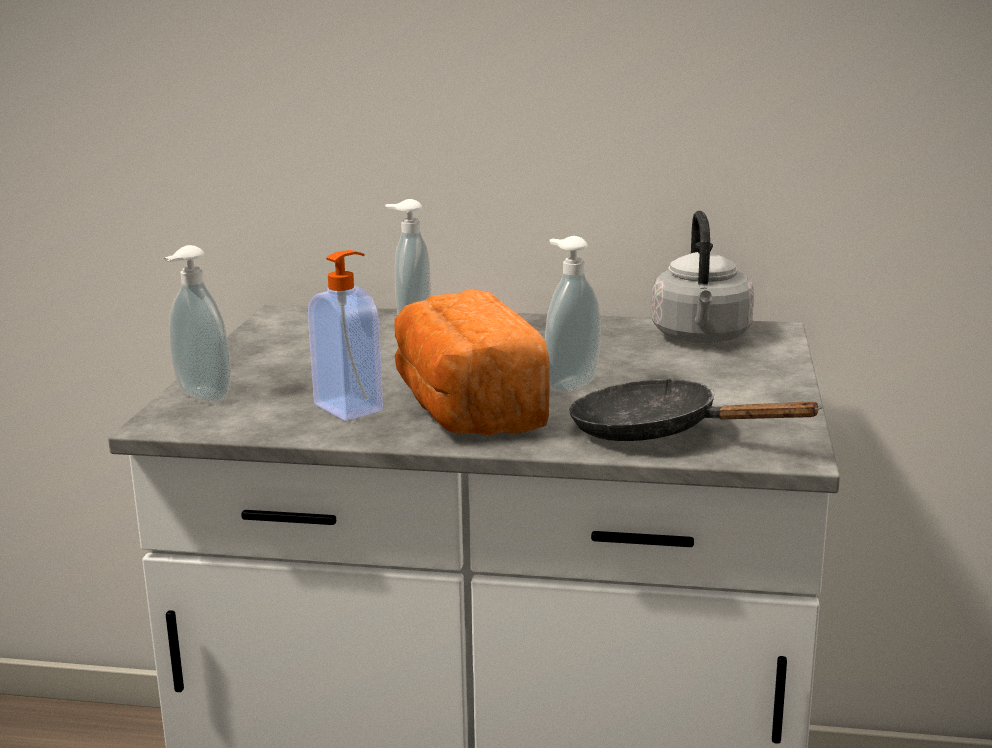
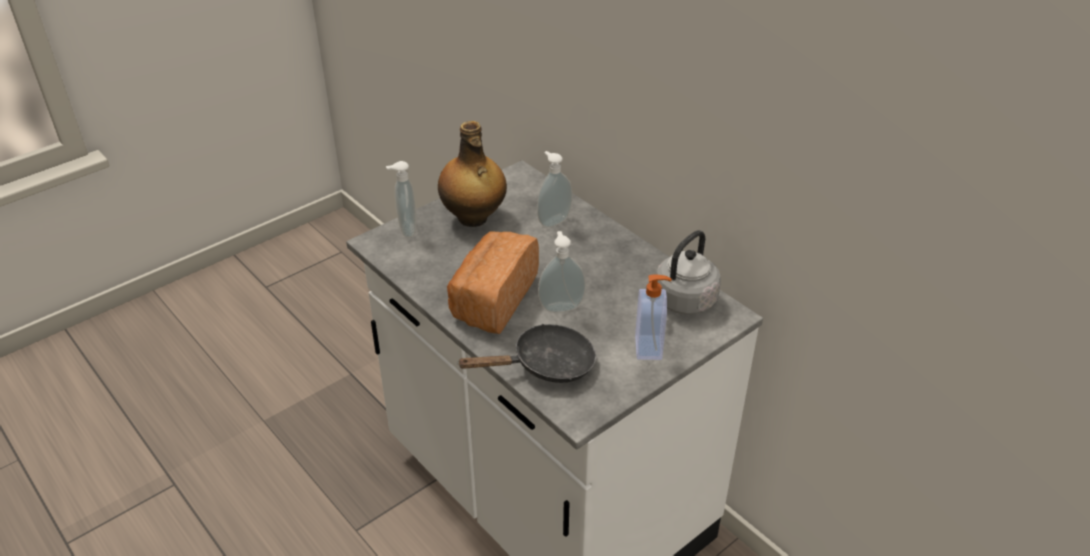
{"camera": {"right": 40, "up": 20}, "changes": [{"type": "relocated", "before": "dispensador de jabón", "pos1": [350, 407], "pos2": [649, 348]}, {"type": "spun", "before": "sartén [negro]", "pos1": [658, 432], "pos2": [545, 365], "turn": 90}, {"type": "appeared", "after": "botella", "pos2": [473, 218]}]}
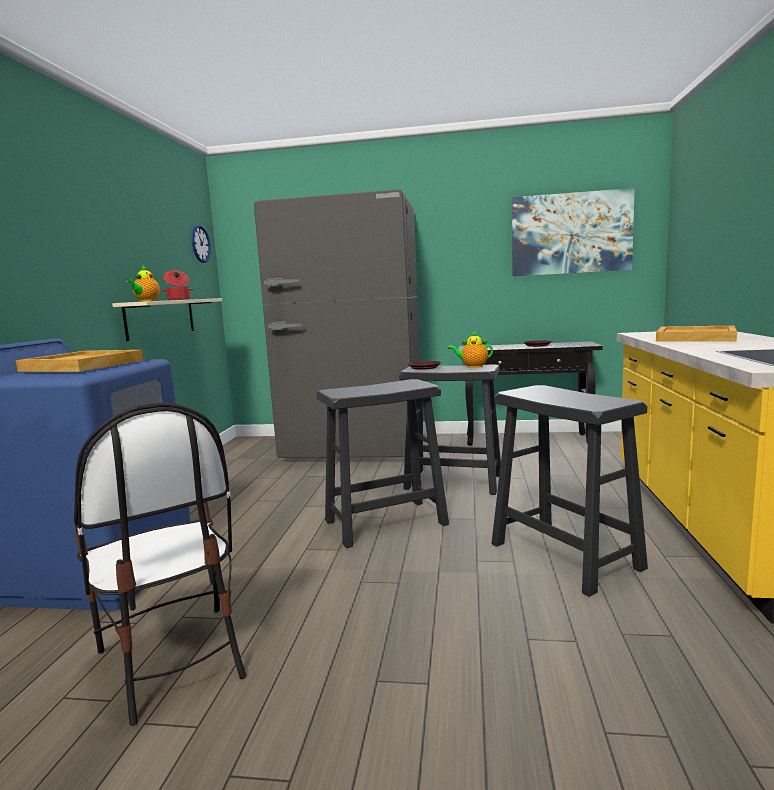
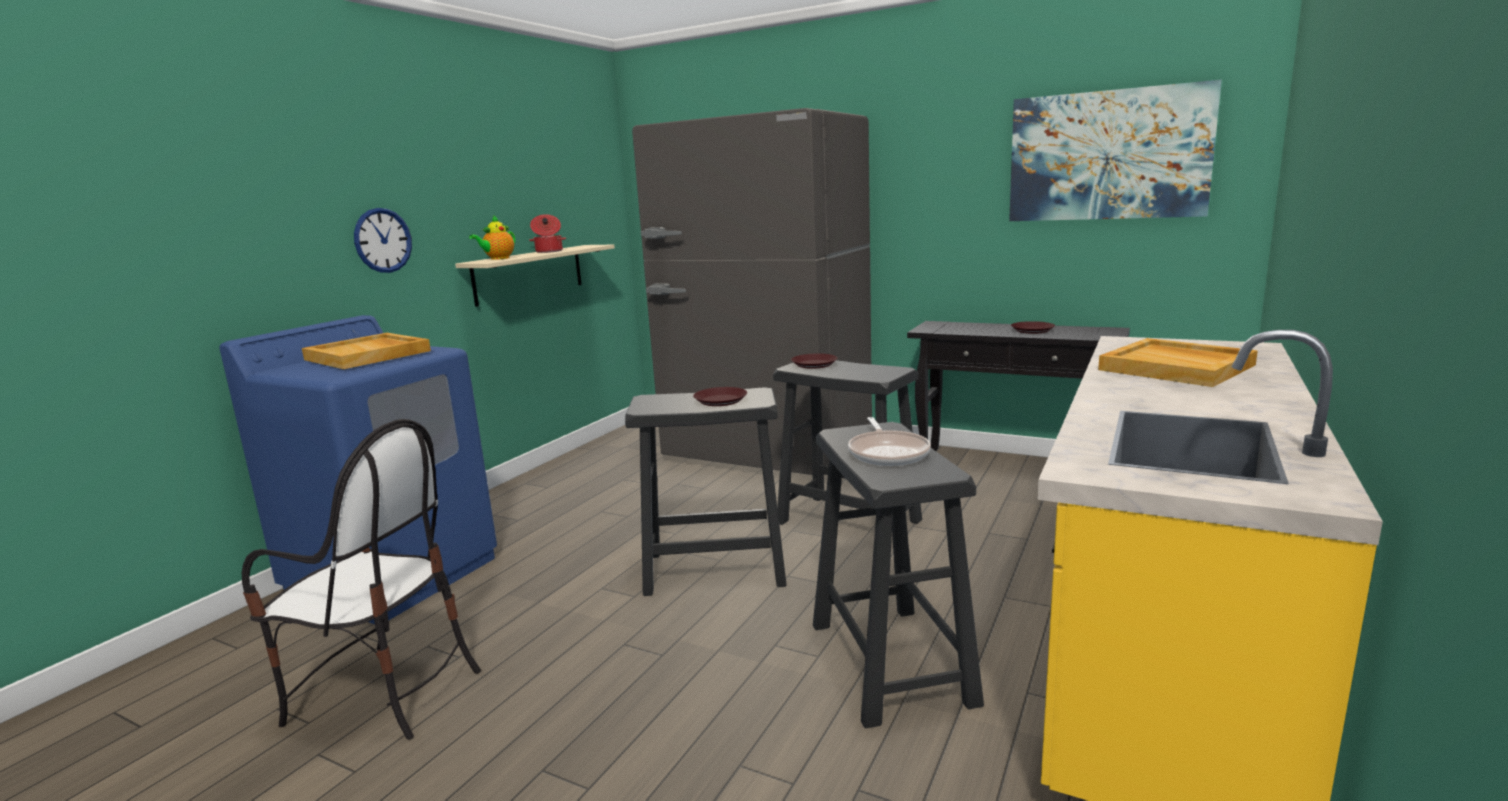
{"camera": {"right": 20, "up": 5}, "changes": [{"type": "relocated", "before": "reloj de pared", "pos1": [200, 244], "pos2": [383, 240]}, {"type": "missing", "before": "tetera", "pos1": [472, 366]}, {"type": "spun", "before": "silla", "pos1": [173, 660], "pos2": [385, 694], "turn": -60}, {"type": "appeared", "after": "plato [marrón]", "pos2": [720, 400]}, {"type": "appeared", "after": "sartén", "pos2": [888, 453]}]}
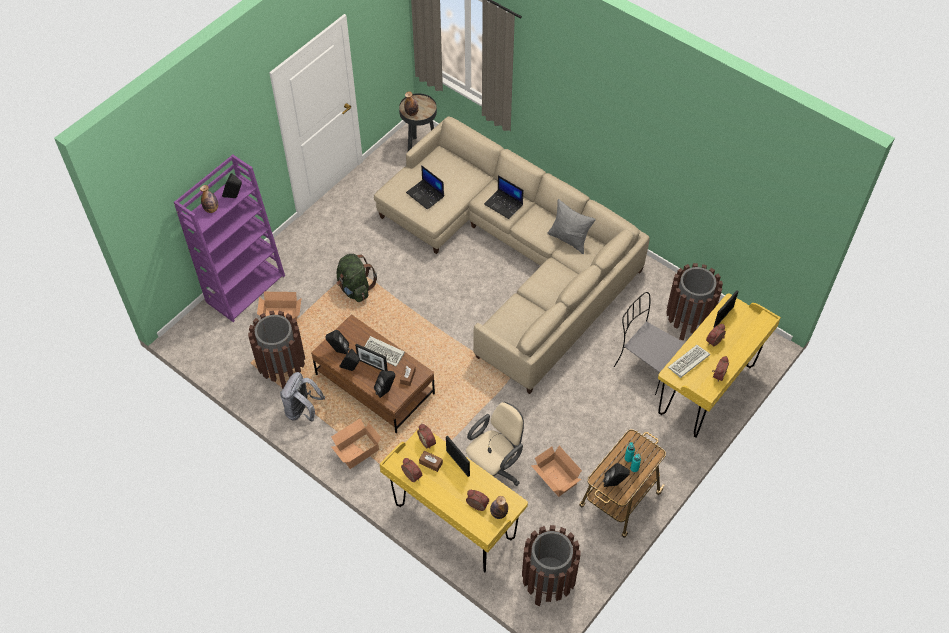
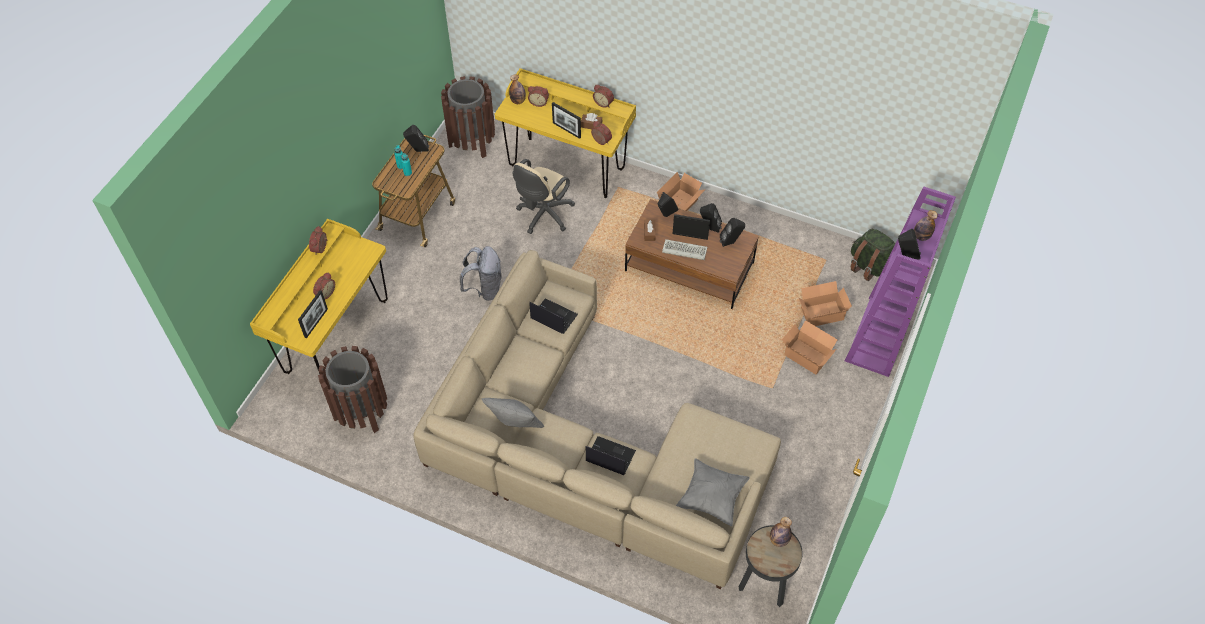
{"camera": {"right": 165, "up": 0}, "changes": [{"type": "relocated", "before": "portátil", "pos1": [425, 195], "pos2": [553, 317]}, {"type": "relocated", "before": "mochila [verde]", "pos1": [355, 288], "pos2": [870, 267]}, {"type": "missing", "before": "silla [gris]", "pos1": [645, 365]}, {"type": "missing", "before": "papelera [marrón]", "pos1": [282, 368]}, {"type": "missing", "before": "teclado", "pos1": [688, 363]}, {"type": "relocated", "before": "mochila [gris]", "pos1": [303, 411], "pos2": [484, 288]}, {"type": "relocated", "before": "caja de cartón", "pos1": [555, 479], "pos2": [806, 355]}, {"type": "appeared", "after": "cojín [gris]", "pos2": [711, 498]}]}
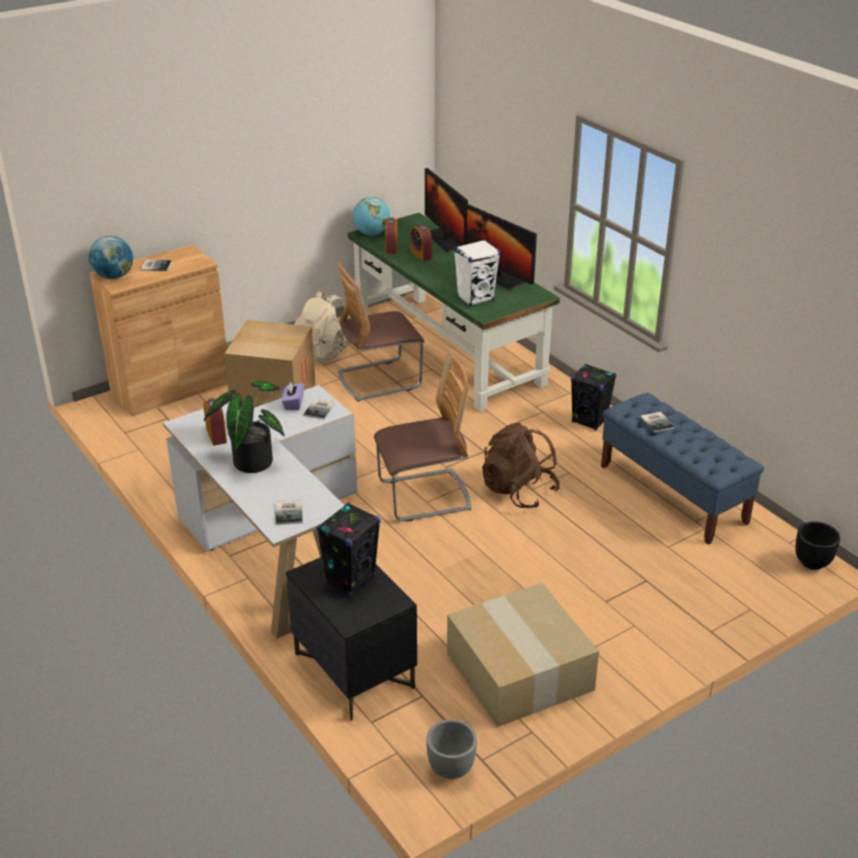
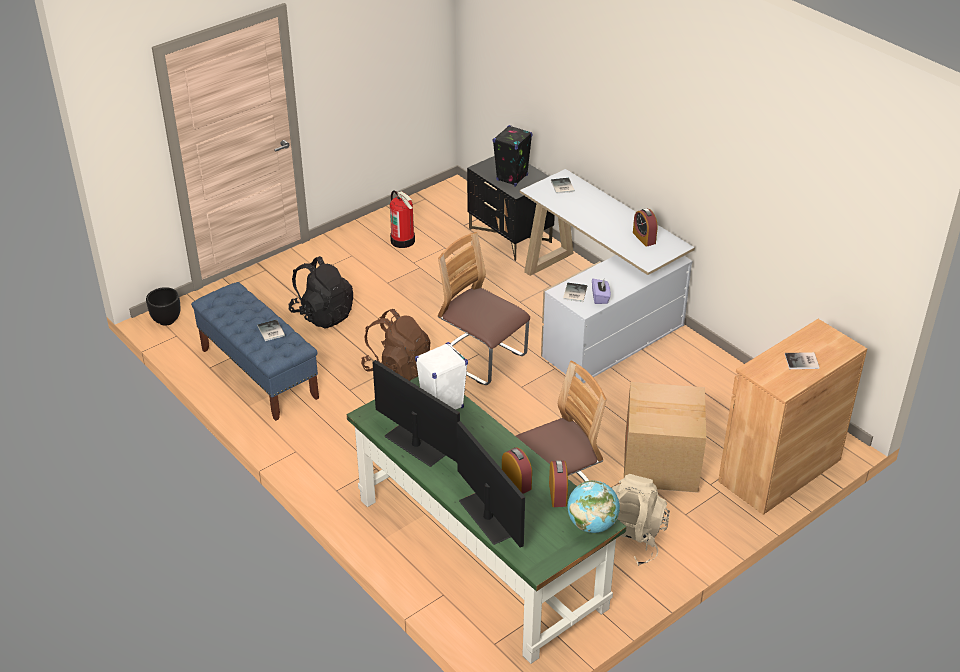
{"camera": {"right": 175, "up": 5}, "changes": [{"type": "missing", "before": "globo terráqueo", "pos1": [114, 276]}, {"type": "spun", "before": "silla", "pos1": [424, 496], "pos2": [481, 359], "turn": 60}, {"type": "missing", "before": "altavoz [negro]", "pos1": [590, 421]}, {"type": "missing", "before": "planta en maceta", "pos1": [250, 460]}, {"type": "exchanged", "before": "caja de cartón", "after": "extintor", "pos1": [517, 670], "pos2": [403, 241]}, {"type": "missing", "before": "maceta [gris]", "pos1": [451, 768]}, {"type": "appeared", "after": "mochila [negro]", "pos2": [323, 314]}]}
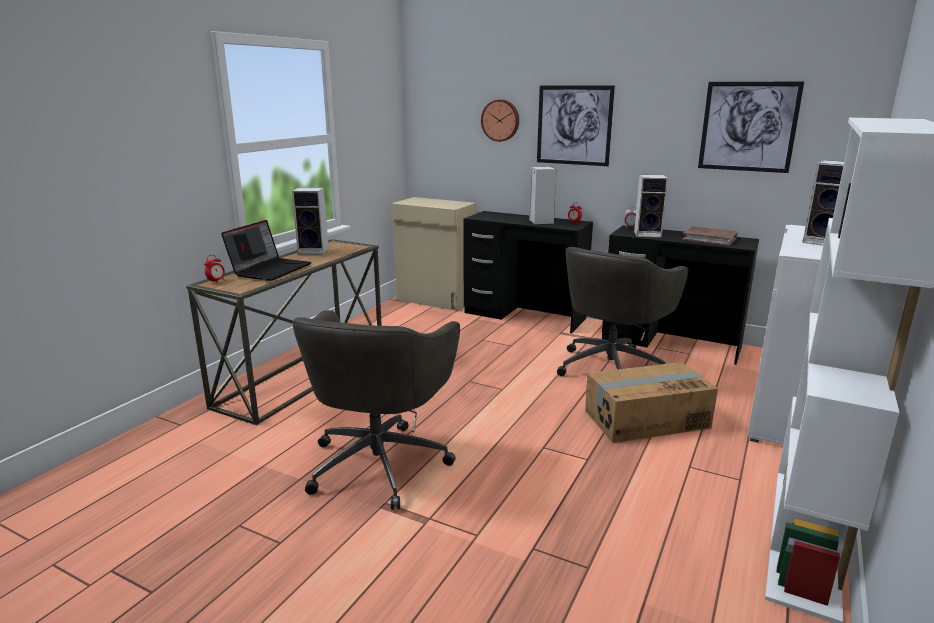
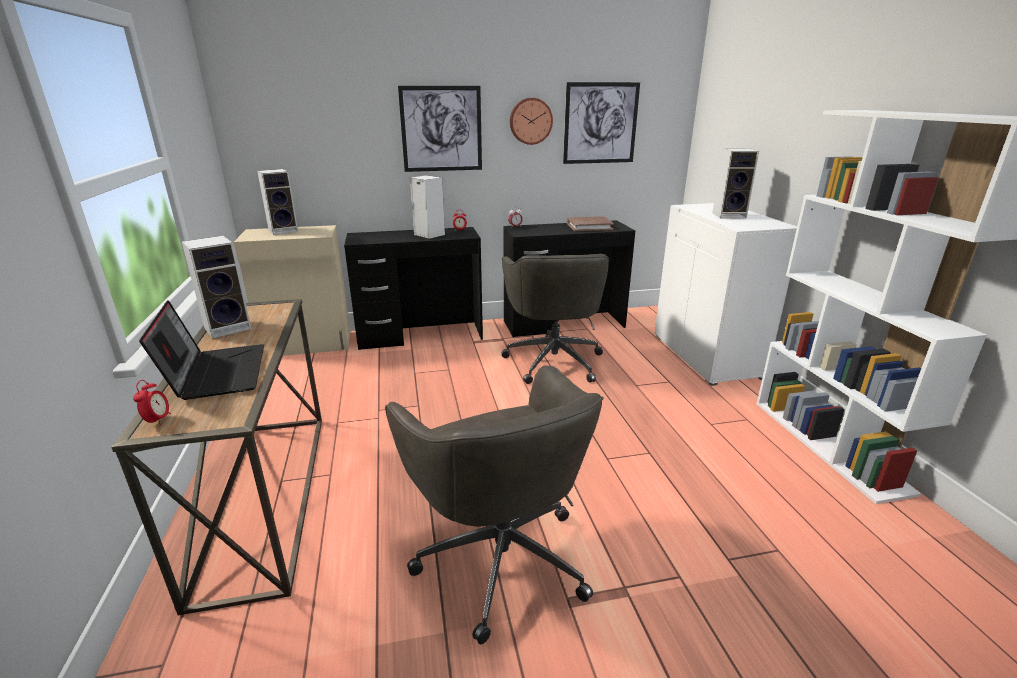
{"camera": {"right": -40, "up": 5}, "changes": [{"type": "relocated", "before": "reloj de pared", "pos1": [500, 120], "pos2": [530, 121]}, {"type": "relocated", "before": "altavoz", "pos1": [648, 234], "pos2": [284, 230]}, {"type": "missing", "before": "caja de cartón", "pos1": [645, 419]}]}
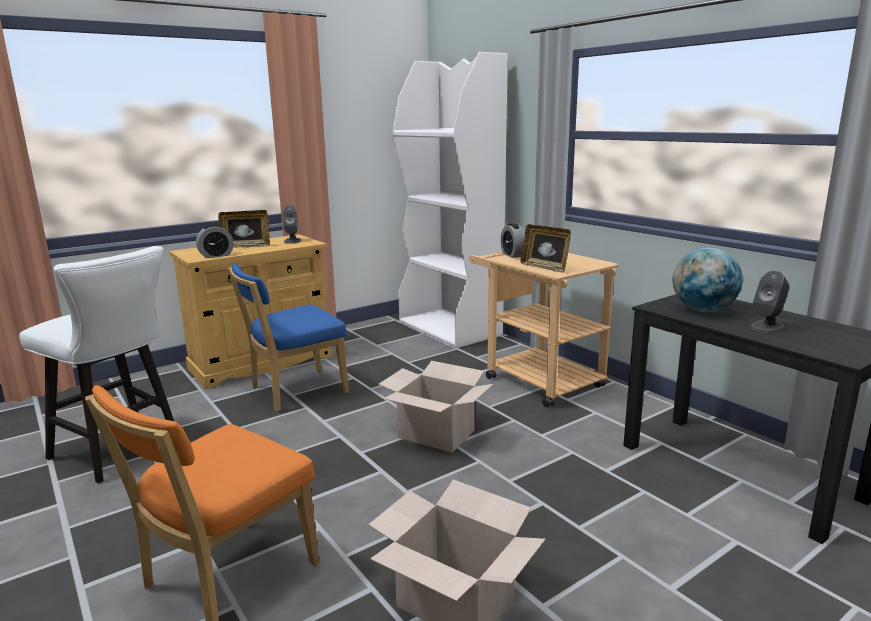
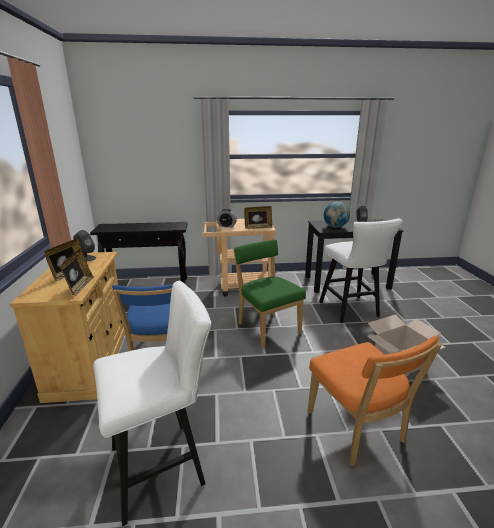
{"camera": {"right": -60, "up": 5}, "changes": [{"type": "exchanged", "before": "estantería [blanco]", "after": "mesa consola [negro]", "pos1": [450, 328], "pos2": [149, 285]}, {"type": "exchanged", "before": "despertador", "after": "portarretratos", "pos1": [216, 255], "pos2": [80, 287]}, {"type": "exchanged", "before": "caja de cartón", "after": "silla [verde]", "pos1": [437, 434], "pos2": [267, 327]}, {"type": "appeared", "after": "taburete [blanco]", "pos2": [351, 311]}]}
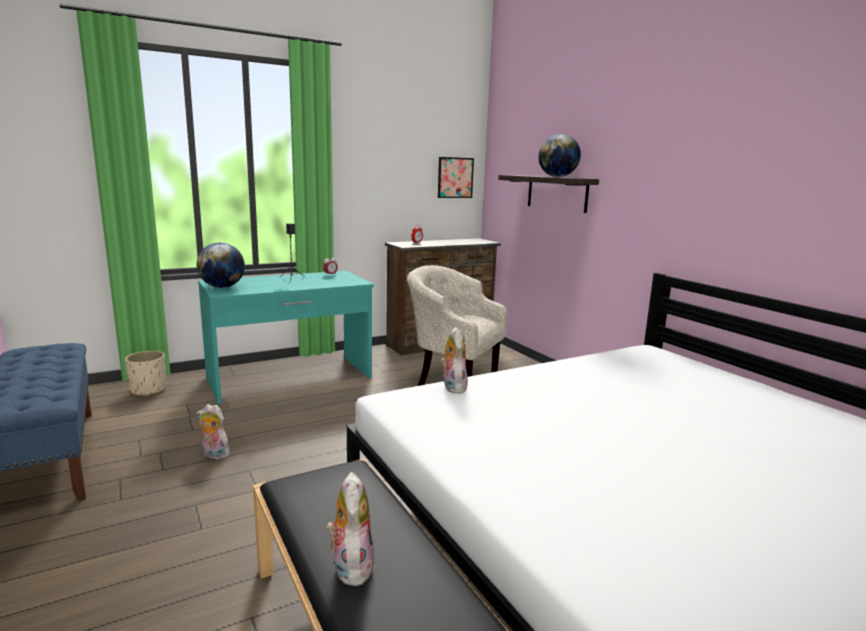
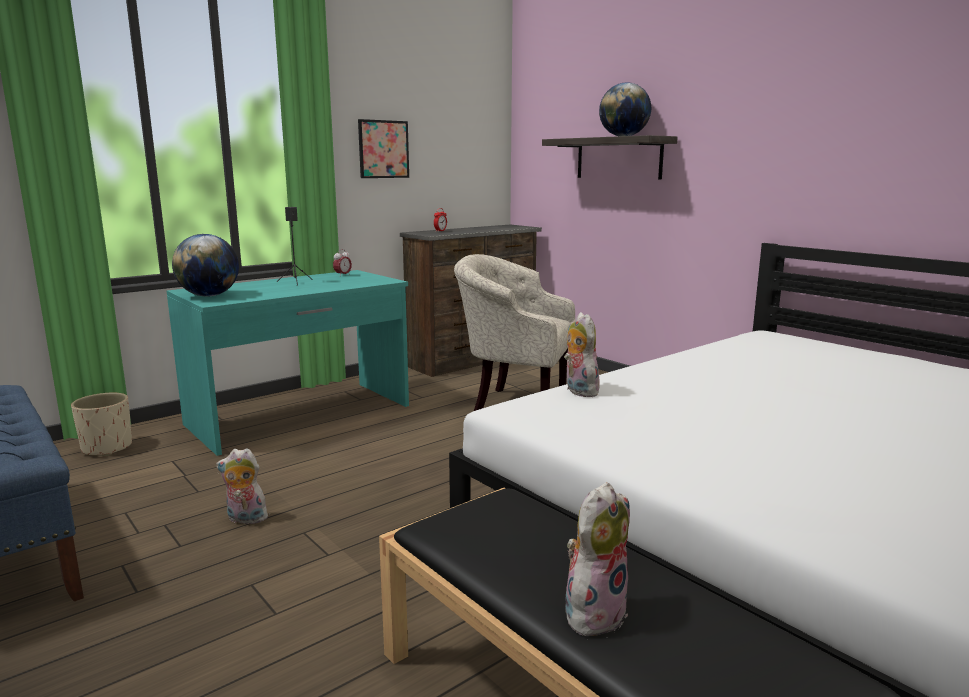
{"camera": {"right": -10, "up": 0}, "changes": [{"type": "relocated", "before": "cuadro", "pos1": [455, 177], "pos2": [383, 149]}, {"type": "spun", "before": "peluche", "pos1": [350, 566], "pos2": [593, 612], "turn": 60}]}
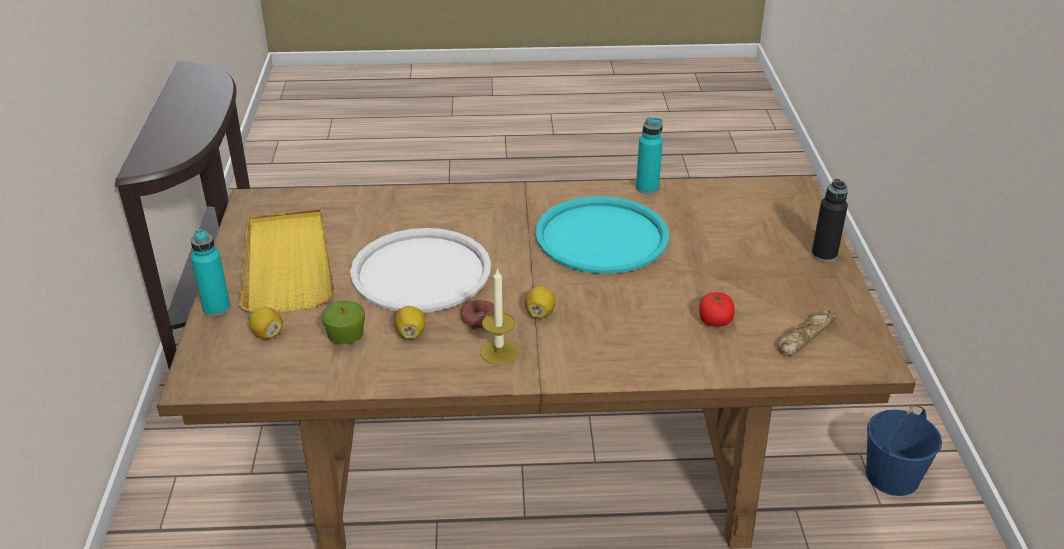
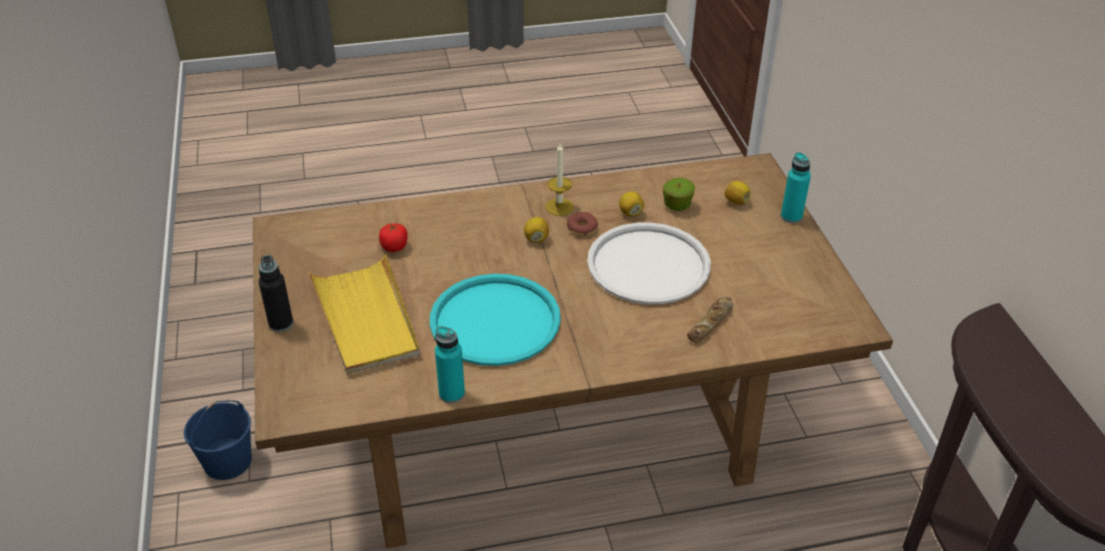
{"camera": {"right": 170, "up": 5}, "changes": [{"type": "relocated", "before": "bandeja [amarillo]", "pos1": [288, 264], "pos2": [366, 318]}, {"type": "relocated", "before": "pan", "pos1": [805, 336], "pos2": [711, 323]}]}
